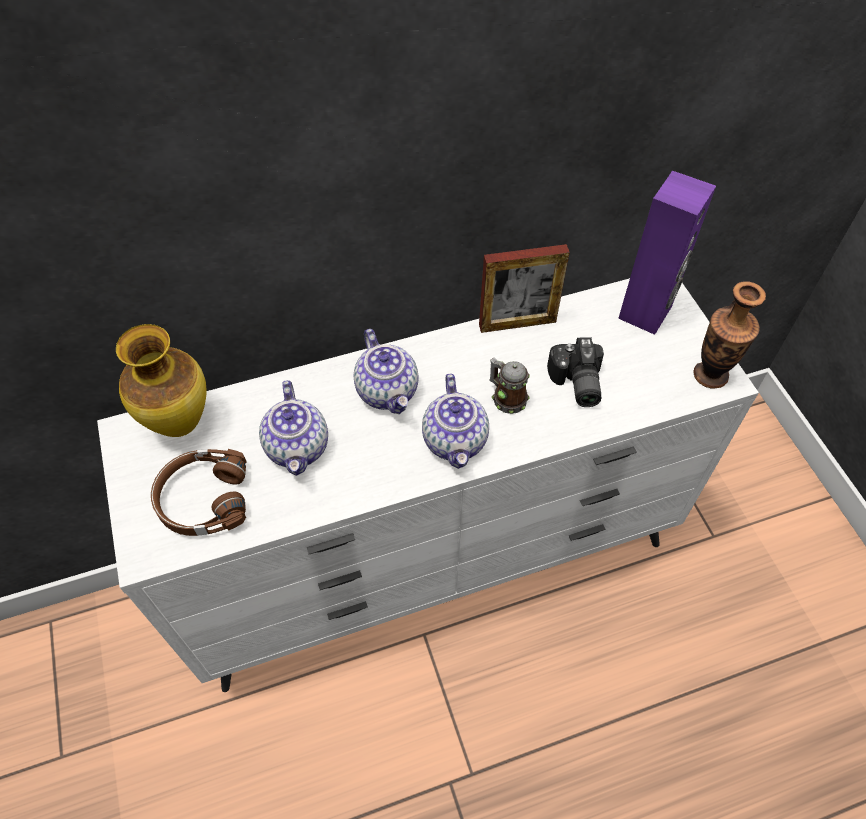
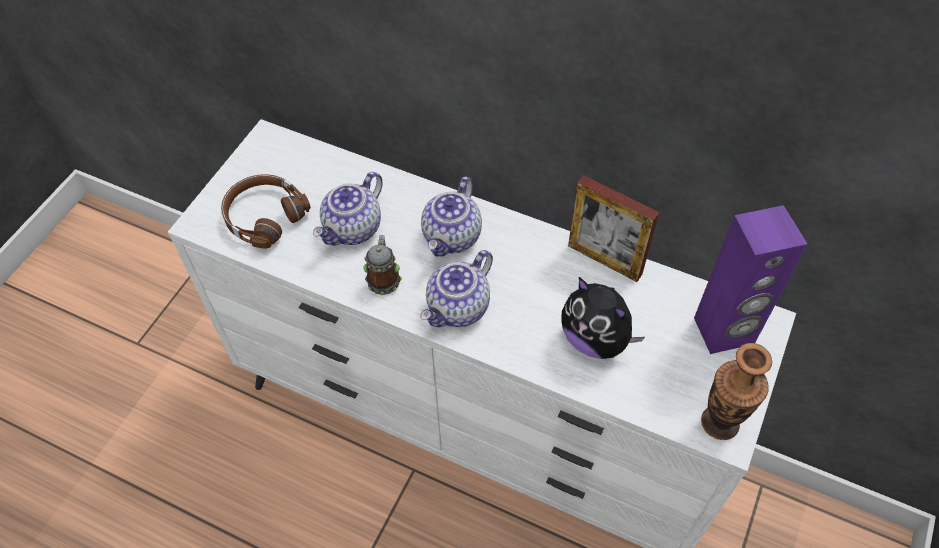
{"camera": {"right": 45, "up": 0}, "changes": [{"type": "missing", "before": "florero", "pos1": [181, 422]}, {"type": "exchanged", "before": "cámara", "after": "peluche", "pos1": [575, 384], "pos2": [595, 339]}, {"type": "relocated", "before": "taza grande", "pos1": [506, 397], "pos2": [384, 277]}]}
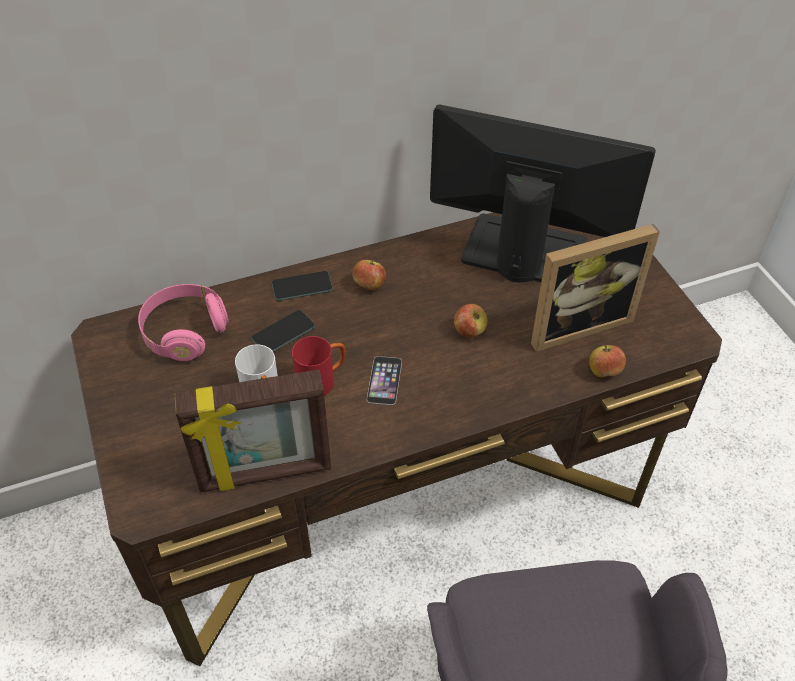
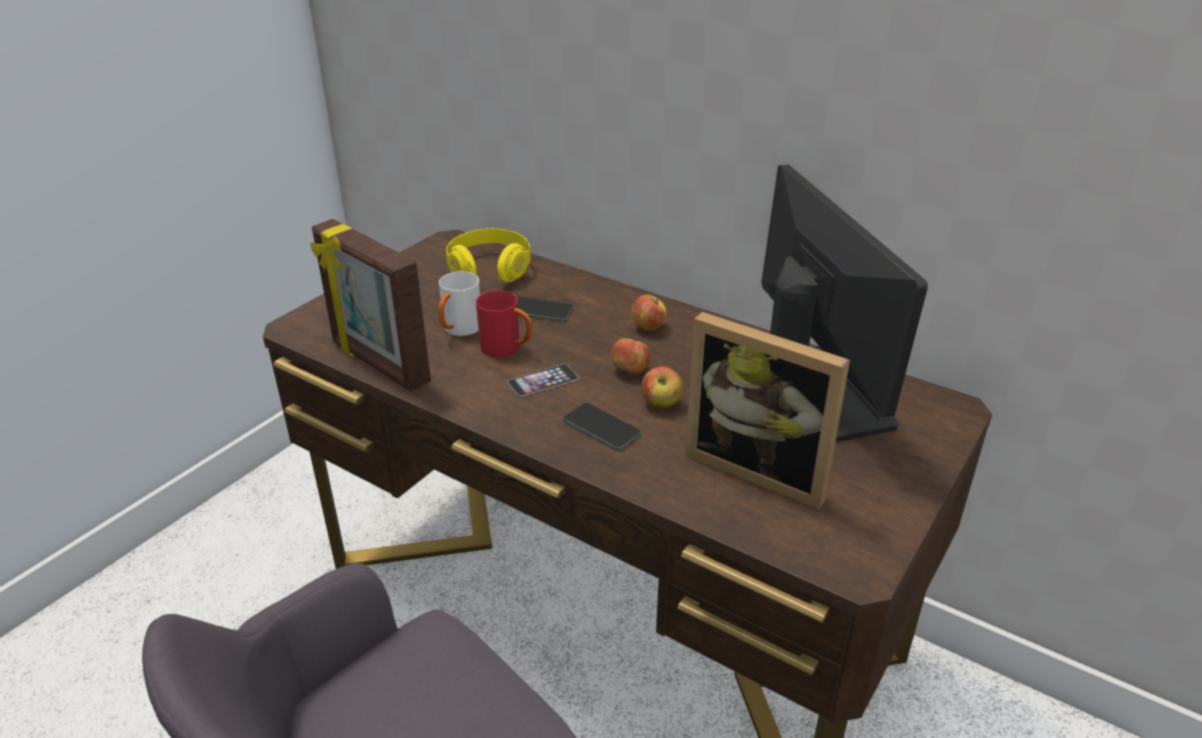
{"camera": {"right": 55, "up": -15}, "changes": [{"type": "relocated", "before": "móvil", "pos1": [302, 286], "pos2": [601, 427]}, {"type": "colour", "before": "auriculares [rosa]", "after": "auriculares [amarillo]", "pos1": [185, 332], "pos2": [489, 270]}, {"type": "relocated", "before": "manzana", "pos1": [604, 371], "pos2": [630, 371]}]}
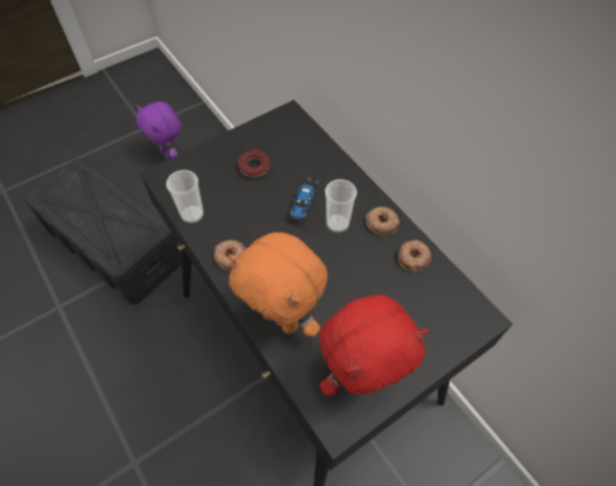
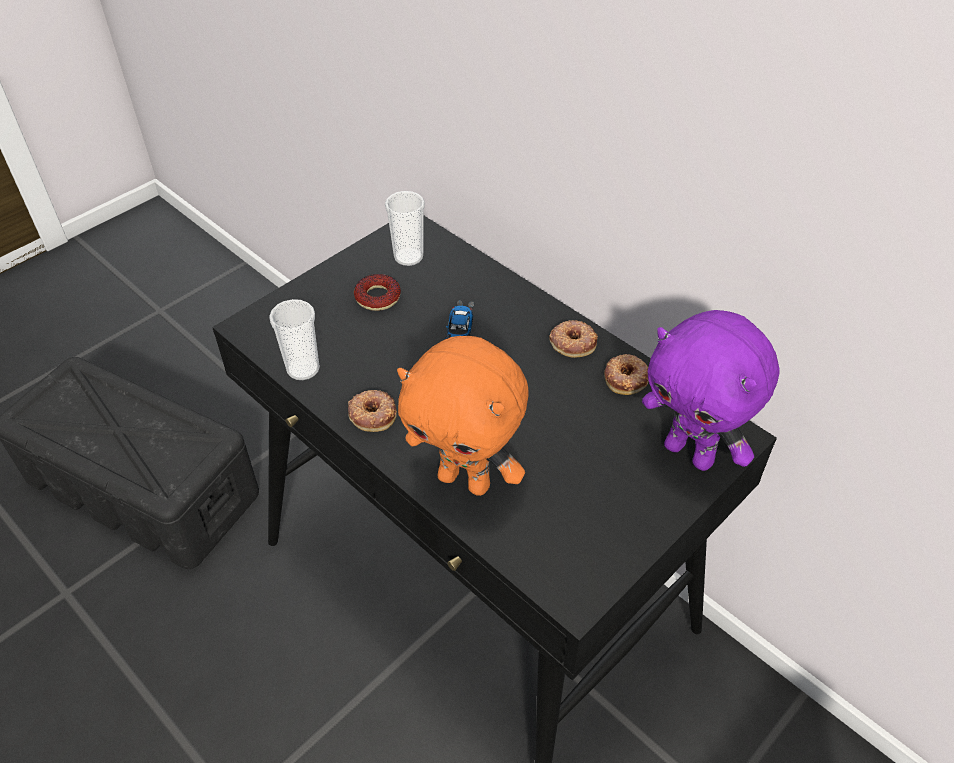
{"camera": {"right": -10, "up": -10}, "changes": [{"type": "relocated", "before": "peluche [morado]", "pos1": [169, 154], "pos2": [690, 453]}, {"type": "relocated", "before": "taza", "pos1": [337, 223], "pos2": [408, 257]}, {"type": "missing", "before": "peluche [rojo]", "pos1": [361, 376]}]}
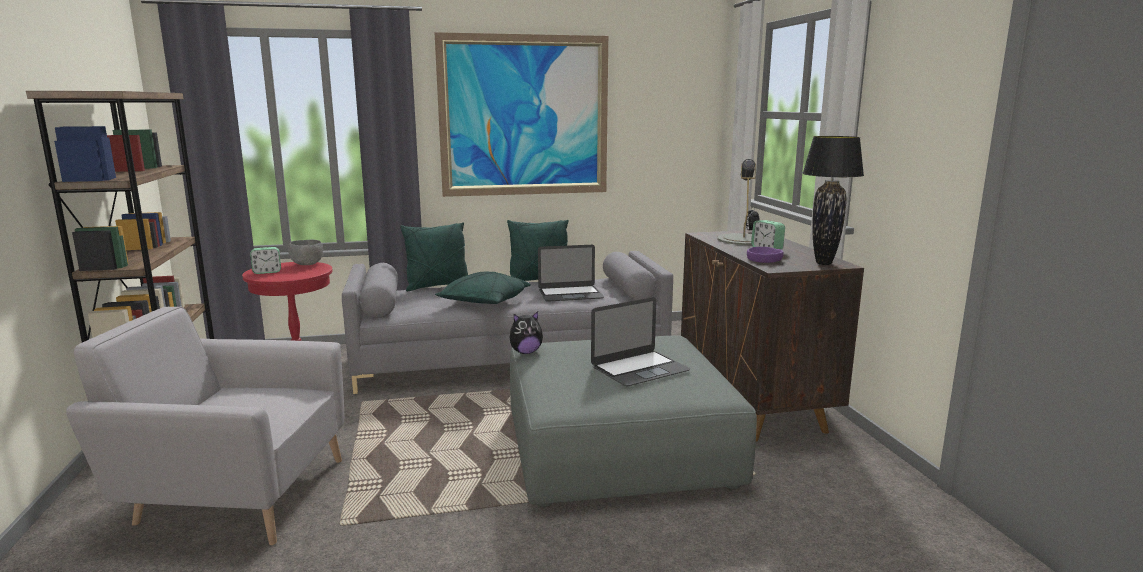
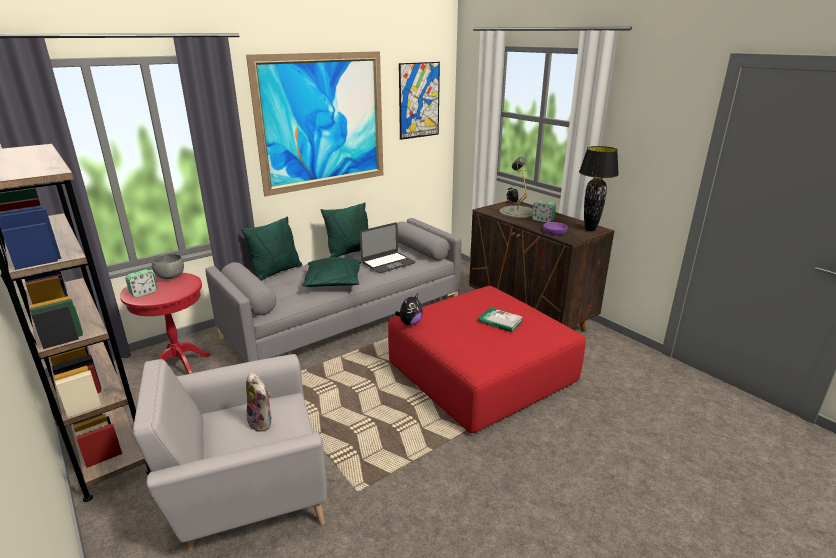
{"camera": {"right": -25, "up": 10}, "changes": [{"type": "exchanged", "before": "portátil", "after": "libro", "pos1": [640, 368], "pos2": [500, 321]}, {"type": "colour", "before": "puf [gris]", "after": "puf [rojo]", "pos1": [618, 446], "pos2": [481, 373]}, {"type": "appeared", "after": "cuadro", "pos2": [419, 100]}, {"type": "appeared", "after": "peluche", "pos2": [262, 422]}]}
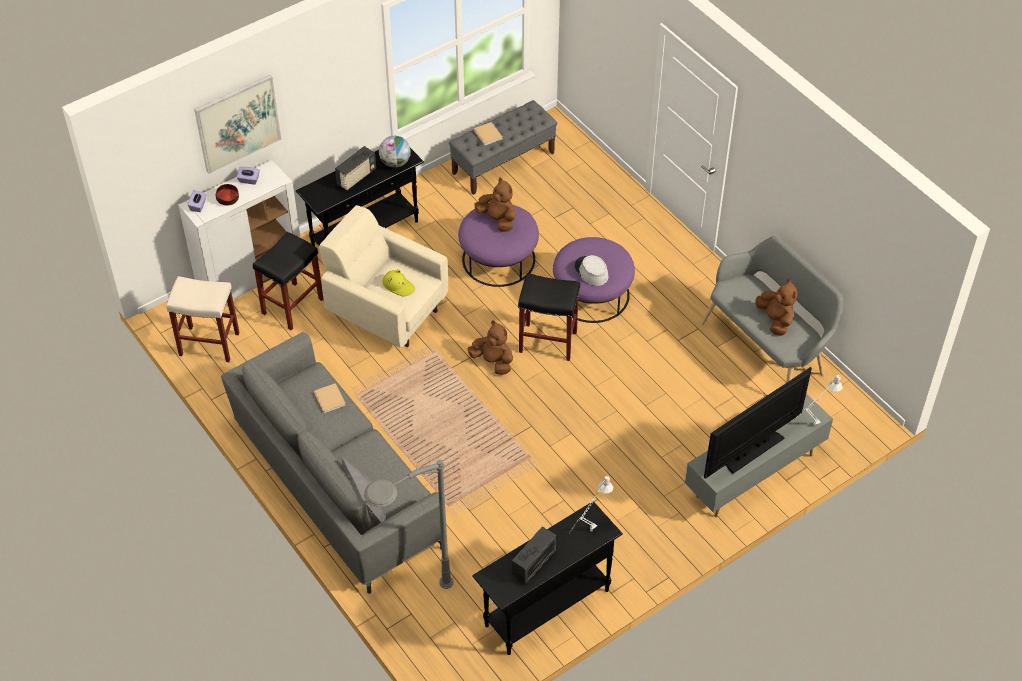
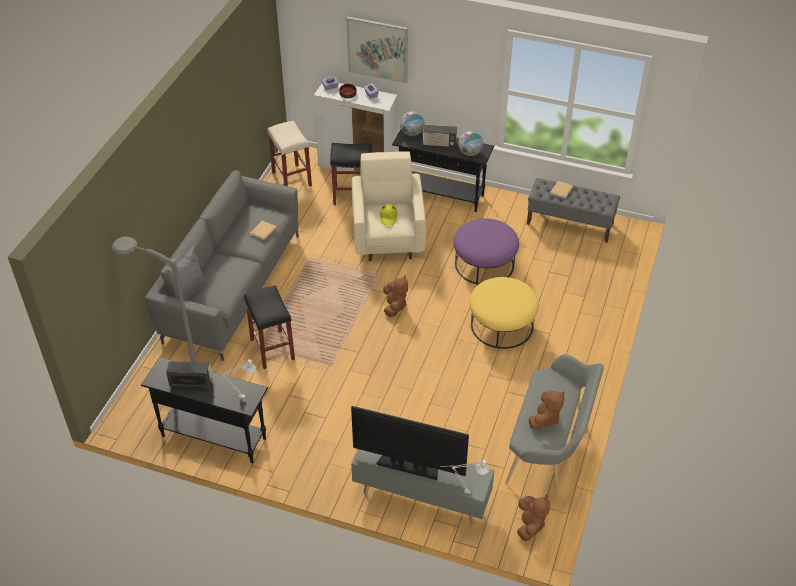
{"camera": {"right": 55, "up": -5}, "changes": [{"type": "relocated", "before": "peluche [marrón]", "pos1": [498, 219], "pos2": [530, 525]}, {"type": "colour", "before": "puf [morado]", "after": "puf [amarillo]", "pos1": [592, 294], "pos2": [501, 325]}, {"type": "missing", "before": "sombrero [gris]", "pos1": [591, 271]}, {"type": "relocated", "before": "taburete [negro]", "pos1": [547, 342], "pos2": [272, 349]}, {"type": "appeared", "after": "globo terráqueo", "pos2": [412, 133]}]}
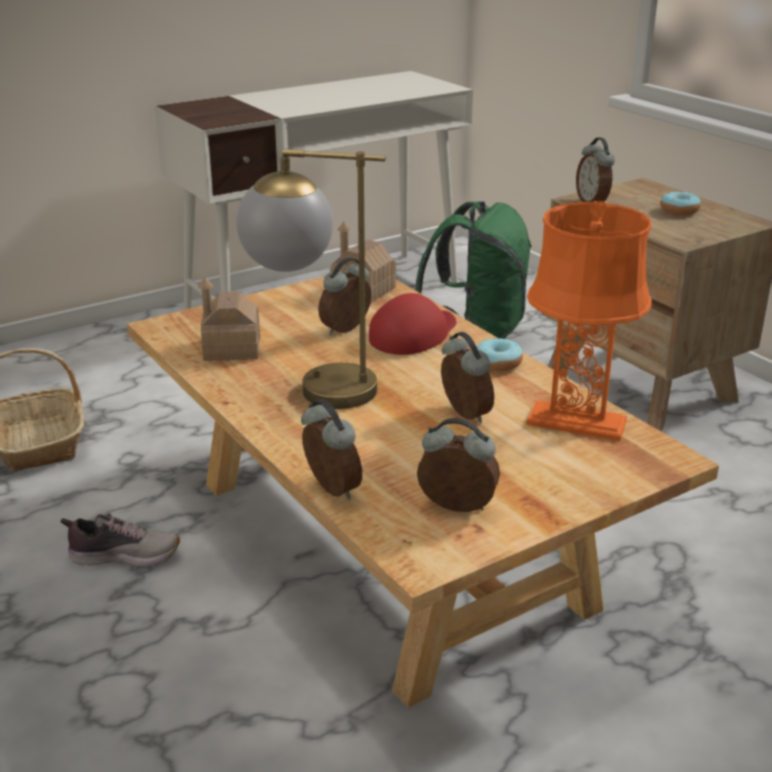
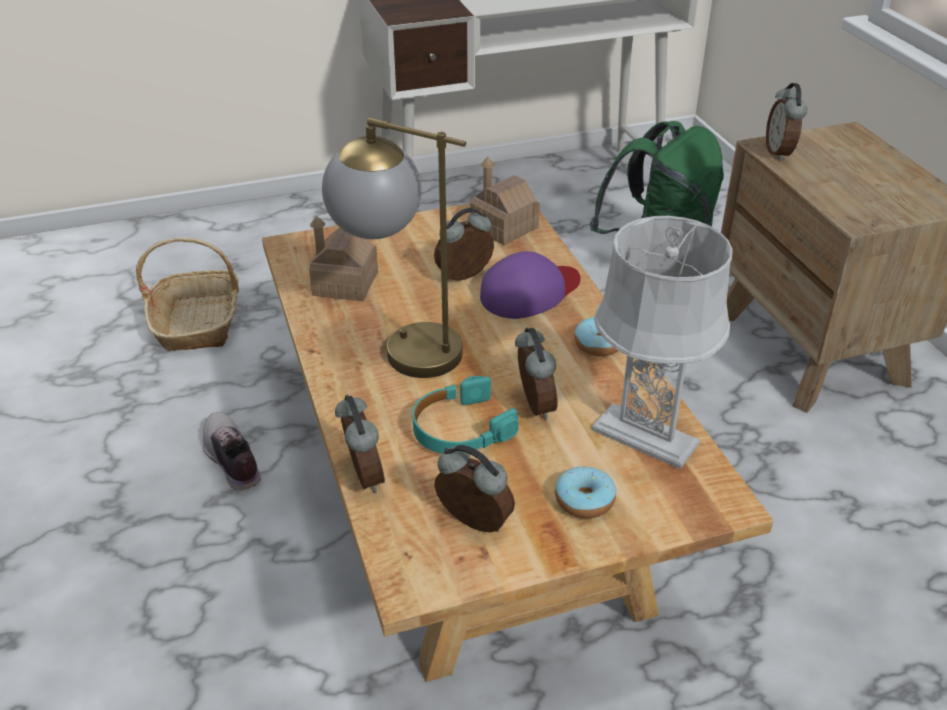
{"camera": {"right": 15, "up": 10}, "changes": [{"type": "relocated", "before": "rosquilla", "pos1": [679, 211], "pos2": [584, 500]}, {"type": "colour", "before": "lámpara de mesa [naranja]", "after": "lámpara de mesa [gris]", "pos1": [577, 422], "pos2": [646, 437]}, {"type": "colour", "before": "gorra [rojo]", "after": "gorra [morado]", "pos1": [414, 334], "pos2": [530, 292]}, {"type": "spun", "before": "zapato", "pos1": [124, 555], "pos2": [231, 460], "turn": -135}, {"type": "appeared", "after": "auriculares [turquesa]", "pos2": [460, 429]}]}
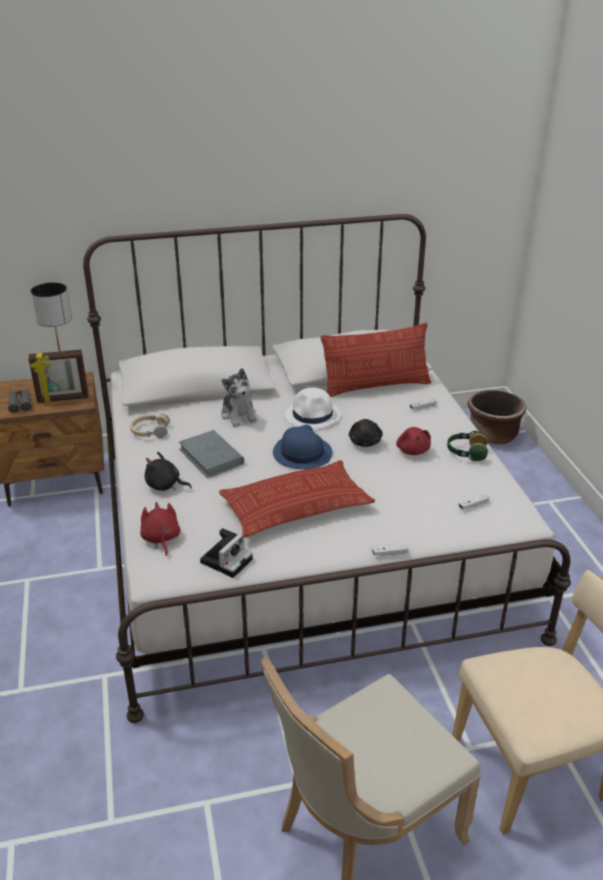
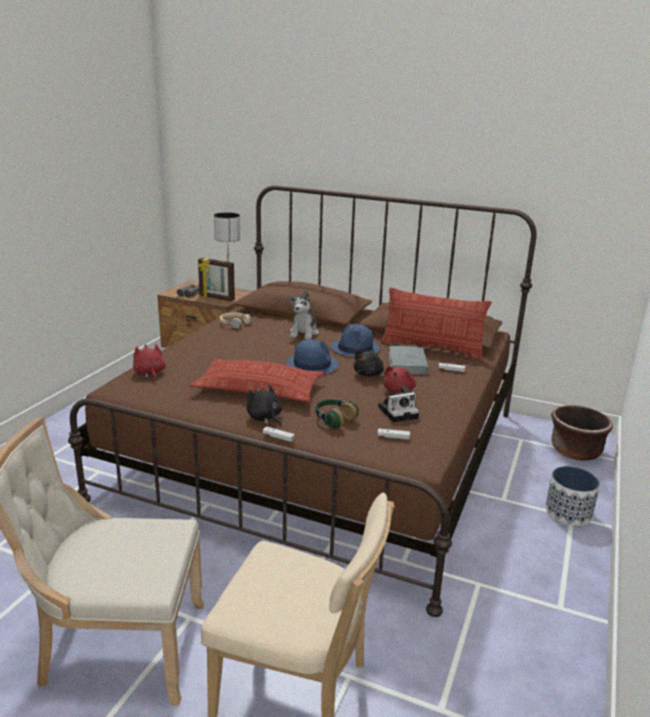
{"camera": {"right": 35, "up": -10}, "changes": [{"type": "colour", "before": "cama [blanco]", "after": "cama [marrón]", "pos1": [301, 536], "pos2": [321, 452]}, {"type": "colour", "before": "sombrero [blanco]", "after": "sombrero [azul]", "pos1": [313, 415], "pos2": [355, 348]}, {"type": "relocated", "before": "libro [gris]", "pos1": [211, 457], "pos2": [407, 363]}, {"type": "relocated", "before": "auriculares", "pos1": [466, 453], "pos2": [334, 419]}, {"type": "relocated", "before": "peluche [negro]", "pos1": [165, 485], "pos2": [265, 418]}, {"type": "spun", "before": "peluche [rojo]", "pos1": [161, 539], "pos2": [149, 373], "turn": -45}, {"type": "relocated", "before": "cámara", "pos1": [227, 559], "pos2": [399, 412]}, {"type": "appeared", "after": "maceta", "pos2": [568, 512]}]}
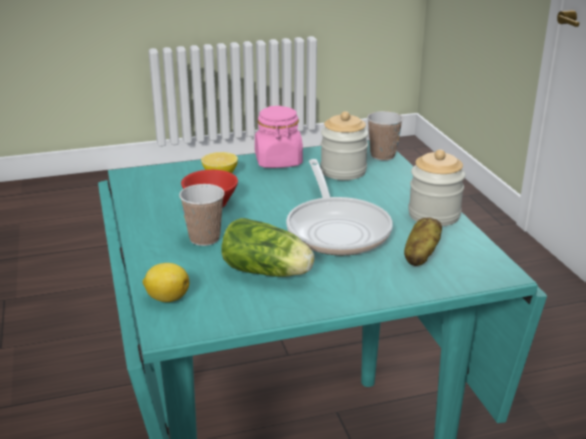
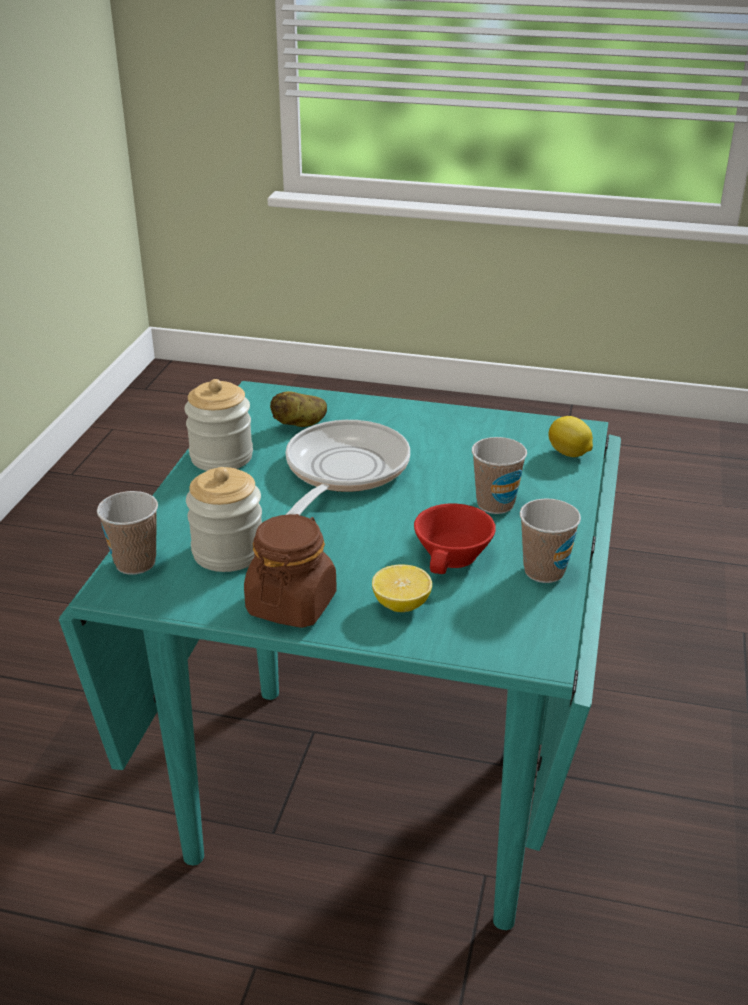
{"camera": {"right": -150, "up": 5}, "changes": [{"type": "colour", "before": "tarro [rosa]", "after": "tarro [marrón]", "pos1": [278, 161], "pos2": [291, 604]}, {"type": "missing", "before": "lechuga", "pos1": [269, 272]}, {"type": "appeared", "after": "taza", "pos2": [544, 571]}]}
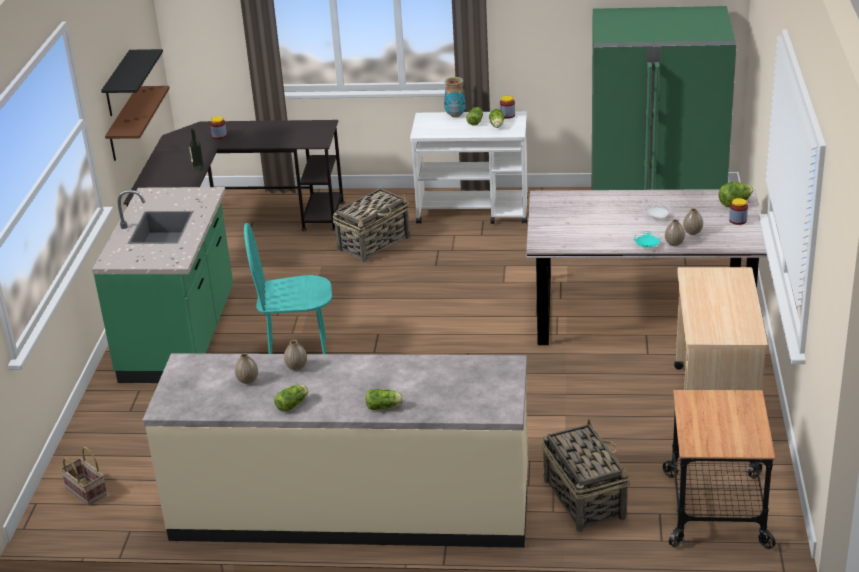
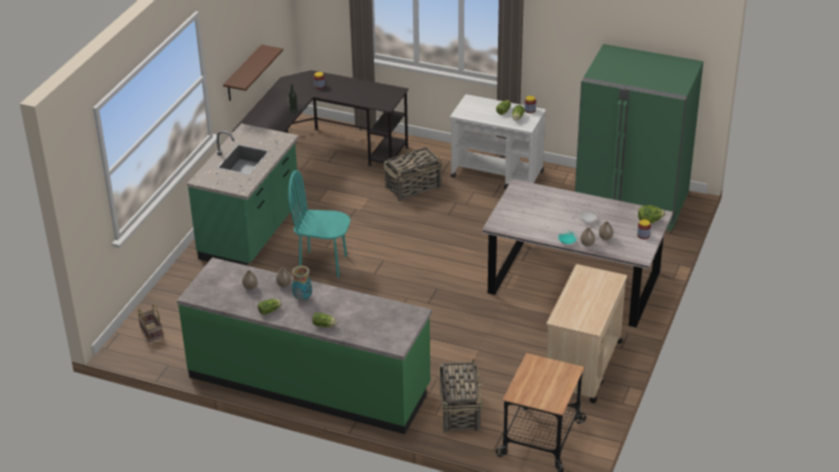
{"camera": {"right": 15, "up": 5}, "changes": [{"type": "missing", "before": "estante [negro]", "pos1": [118, 84]}, {"type": "relocated", "before": "florero", "pos1": [455, 115], "pos2": [302, 298]}, {"type": "colour", "before": "mueble bajo de cocina [beis]", "after": "mueble bajo de cocina [verde]", "pos1": [351, 508], "pos2": [309, 382]}]}
